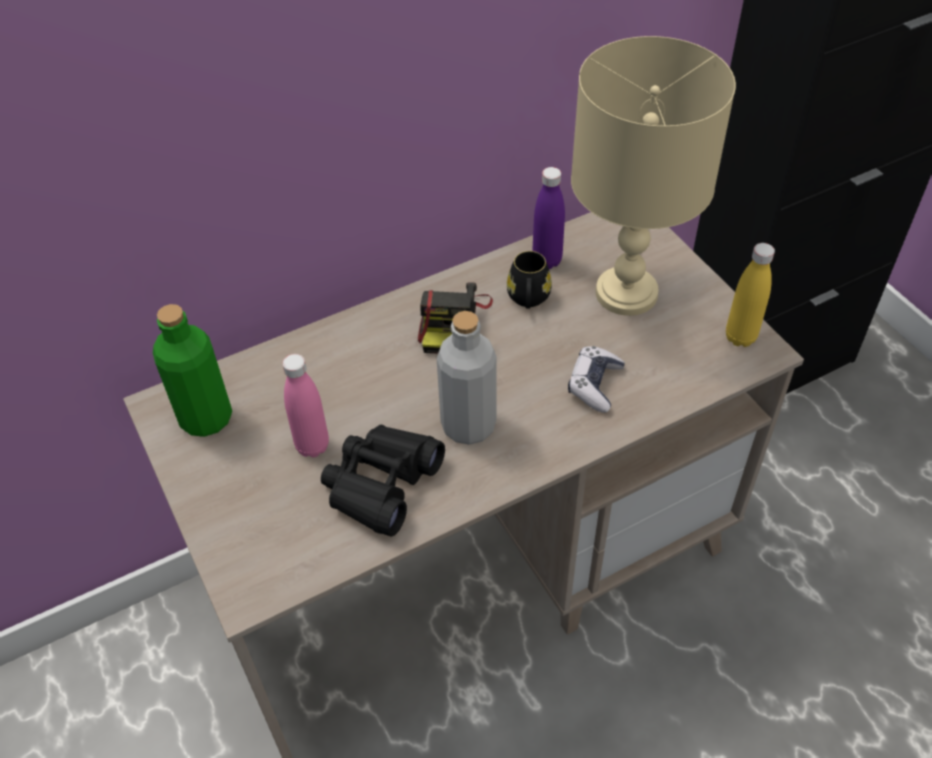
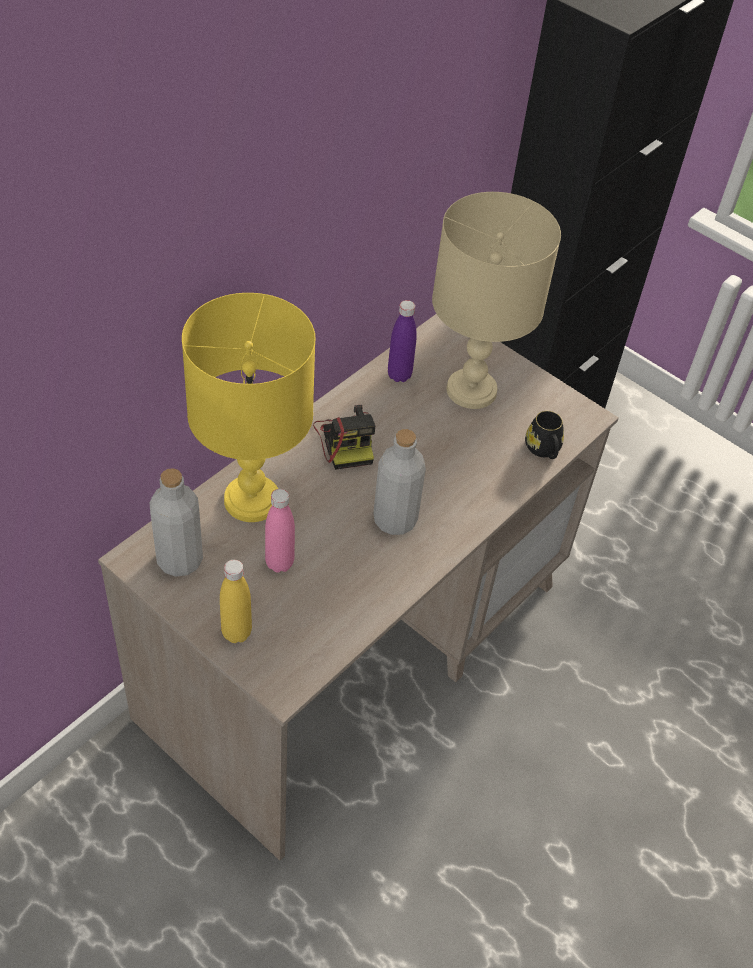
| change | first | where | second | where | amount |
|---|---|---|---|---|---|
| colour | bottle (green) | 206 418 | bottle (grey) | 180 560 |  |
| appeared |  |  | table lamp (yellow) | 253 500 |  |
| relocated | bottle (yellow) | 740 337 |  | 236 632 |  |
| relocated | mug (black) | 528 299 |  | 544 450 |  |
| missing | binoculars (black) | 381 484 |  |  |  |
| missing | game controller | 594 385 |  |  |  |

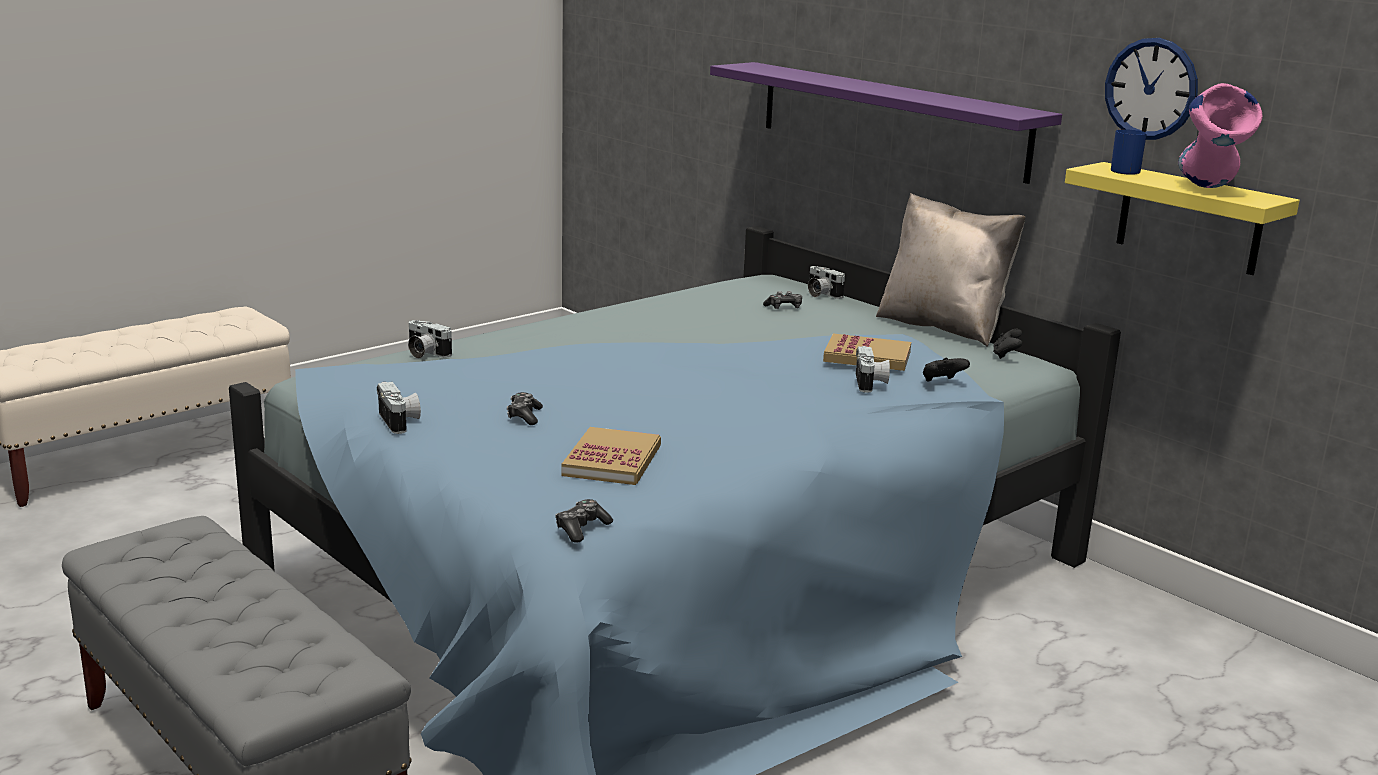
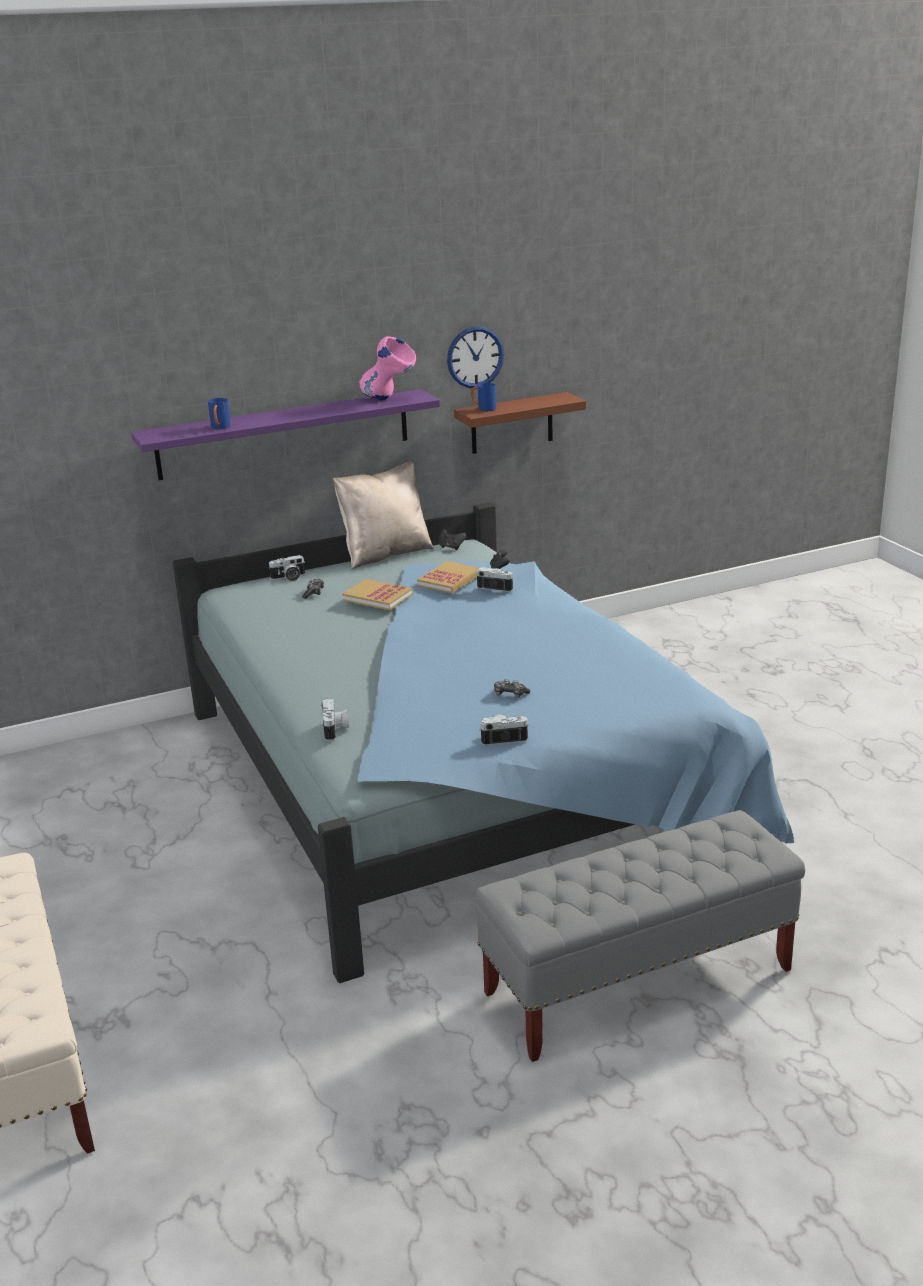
| change | first | where | second | where | amount |
|---|---|---|---|---|---|
| appeared |  |  | mug (blue) | 220 428 |  |
| spun | photo camera | 425 353 |  | 336 729 | 60 degrees counterclockwise |
| relocated | book | 612 461 |  | 378 597 |  |
| relocated | vase (pink) | 1209 189 |  | 389 400 |  |
| colour | shelf (yellow) | 1189 219 | shelf (brown) | 512 423 |  |
| missing | game controller | 582 529 |  |  |  |

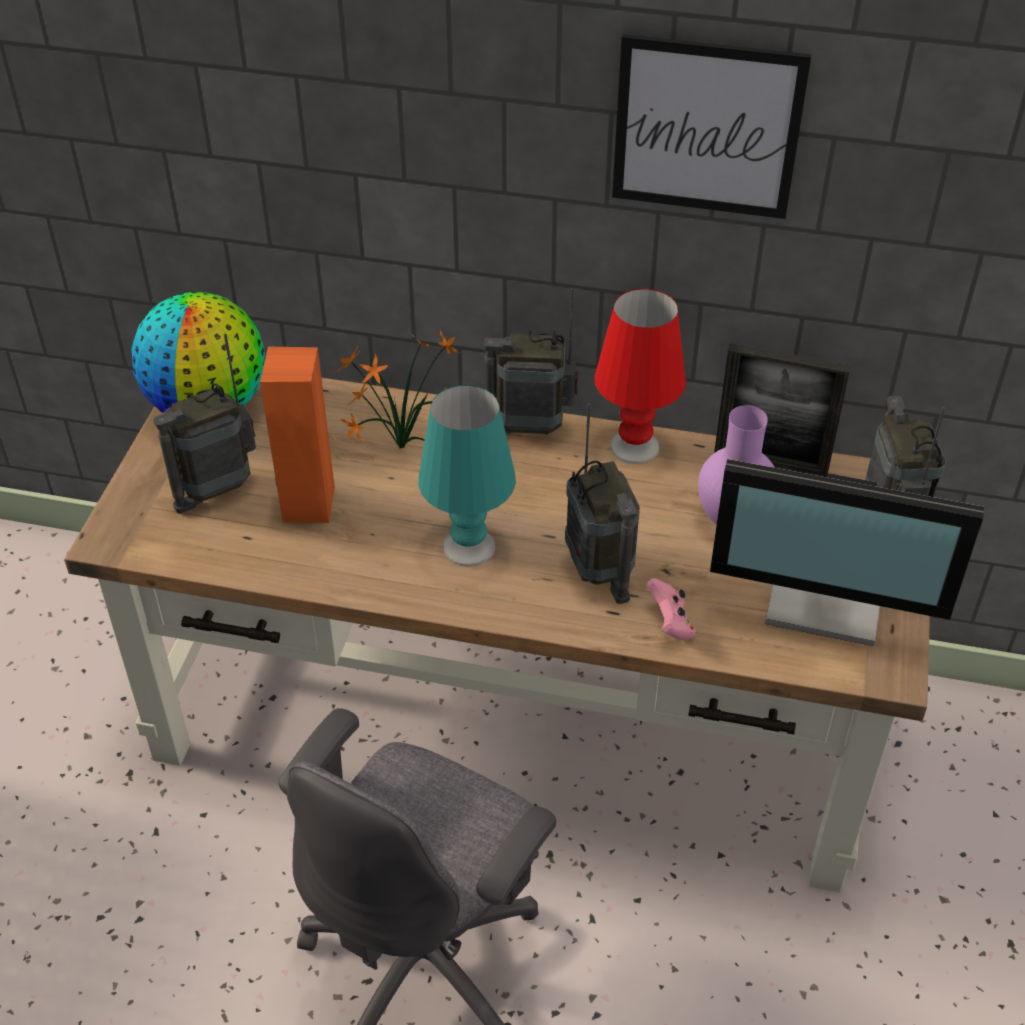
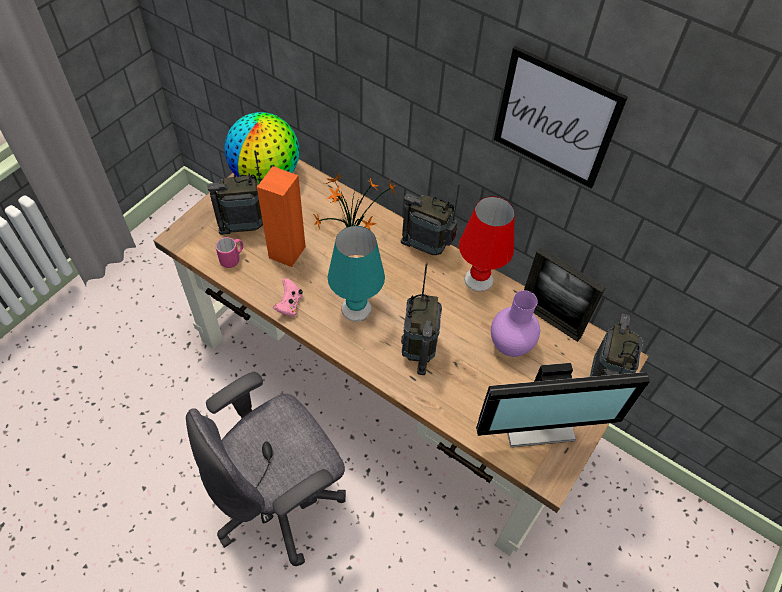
| change | first | where | second | where | amount |
|---|---|---|---|---|---|
| appeared |  |  | mug (pink) | 233 258 |  |
| relocated | game controller (pink) | 670 624 |  | 289 305 |  |
| spun | monitor | 826 600 |  | 537 417 | 45 degrees counterclockwise |

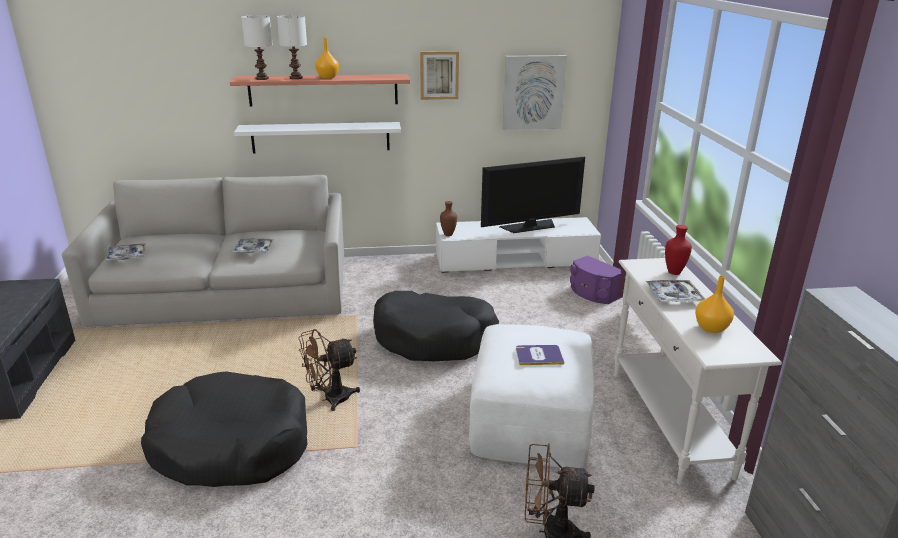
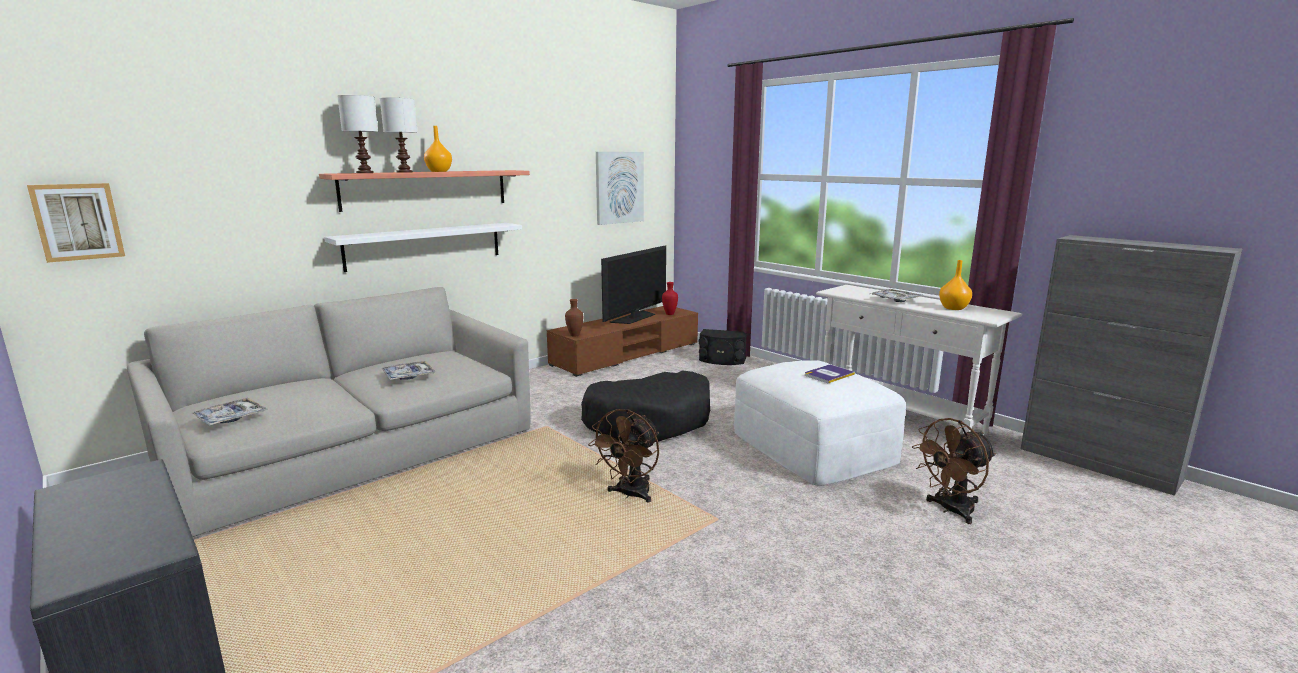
| change | first | where | second | where | amount |
|---|---|---|---|---|---|
| relocated | picture | 439 75 |  | 78 222 |  |
| colour | tv stand (white) | 515 260 | tv stand (brown) | 626 354 |  |
| relocated | vase (red) | 673 272 |  | 669 314 |  |
| colour | speaker (purple) | 593 293 | speaker (black) | 722 360 |  |
| missing | dog bed (black) | 231 445 |  |  |  |

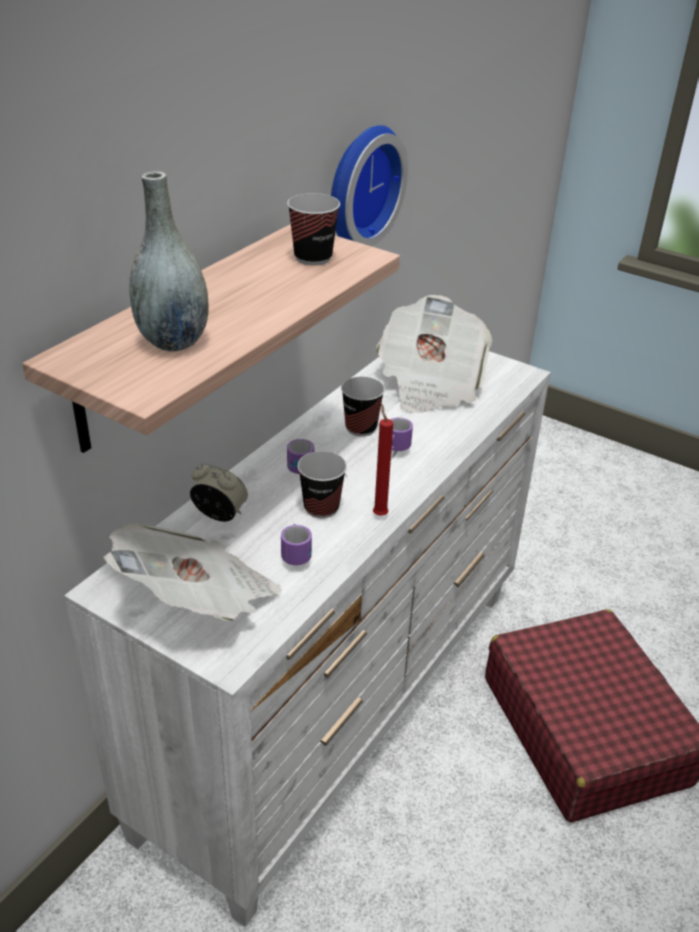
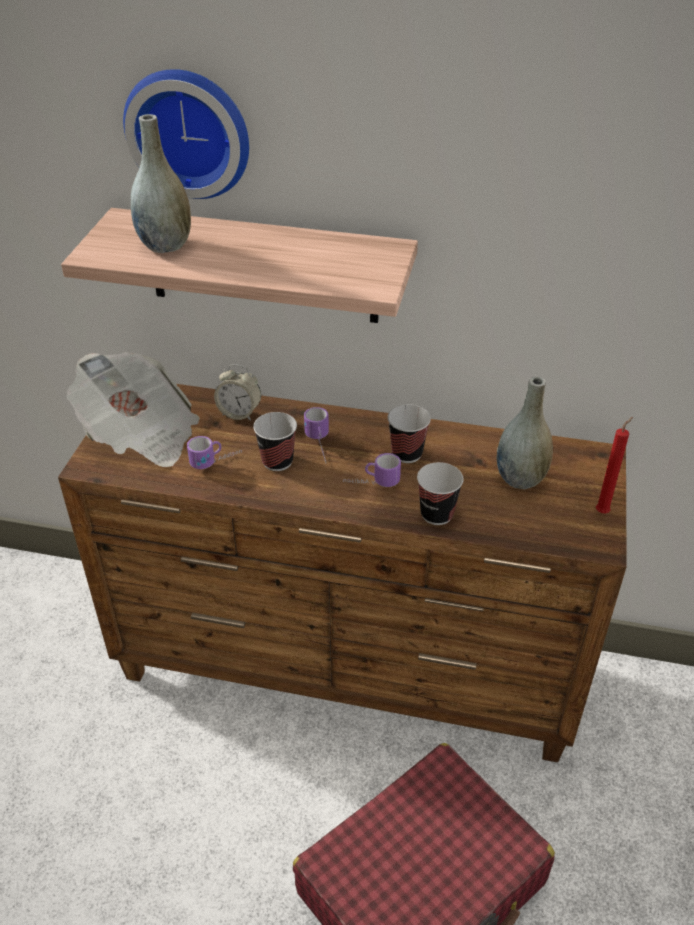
| change | first | where | second | where | amount |
|---|---|---|---|---|---|
| colour | dresser (white) | 340 704 | dresser (brown) | 348 670 |  |
| relocated | wall clock | 359 186 |  | 190 132 |  |
| spun | alarm clock | 220 515 |  | 239 413 | 105 degrees clockwise |
| relocated | cup | 313 258 |  | 436 514 |  |
| exchanged | newspaper | 430 383 | vase (grey) | 520 479 |  |
| relocated | candle (red) | 379 514 |  | 603 511 |  |

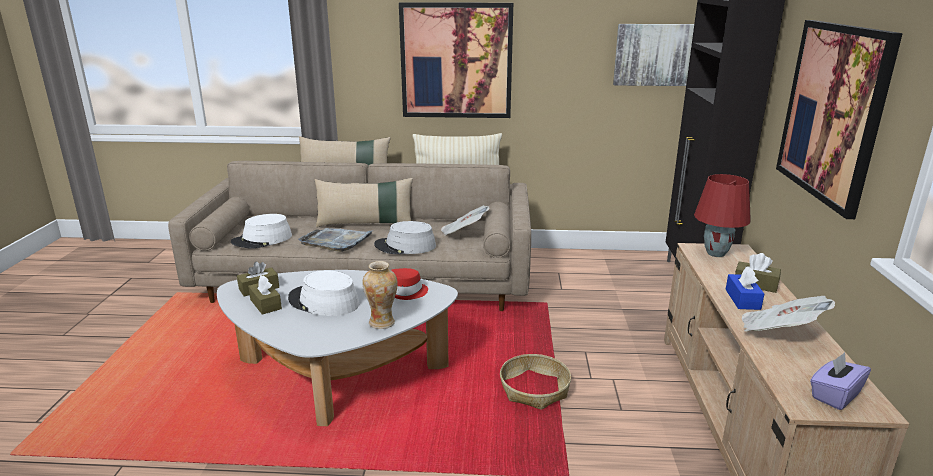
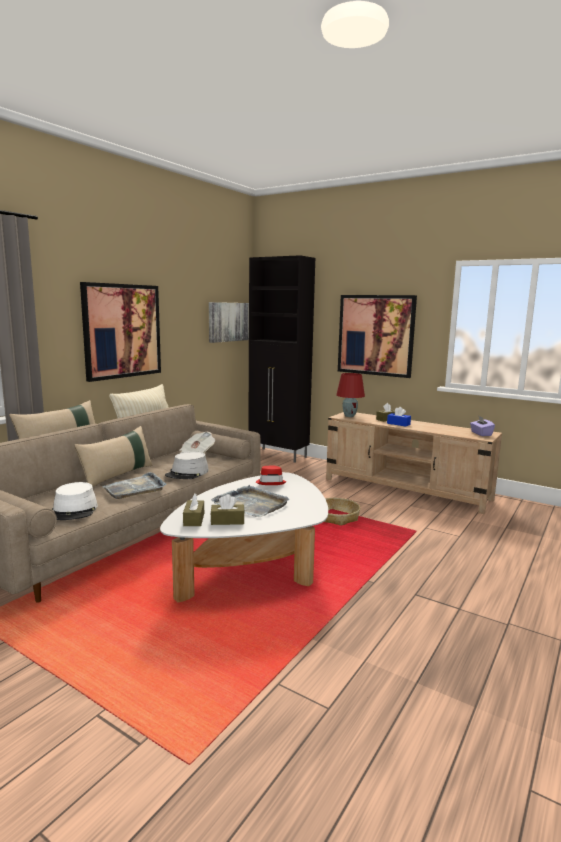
| change | first | where | second | where | amount |
|---|---|---|---|---|---|
| exchanged | hat (white) | 323 302 | tray (grey) | 251 504 |  |
| missing | vase | 382 323 |  |  |  |
| missing | newspaper | 779 332 |  |  |  |

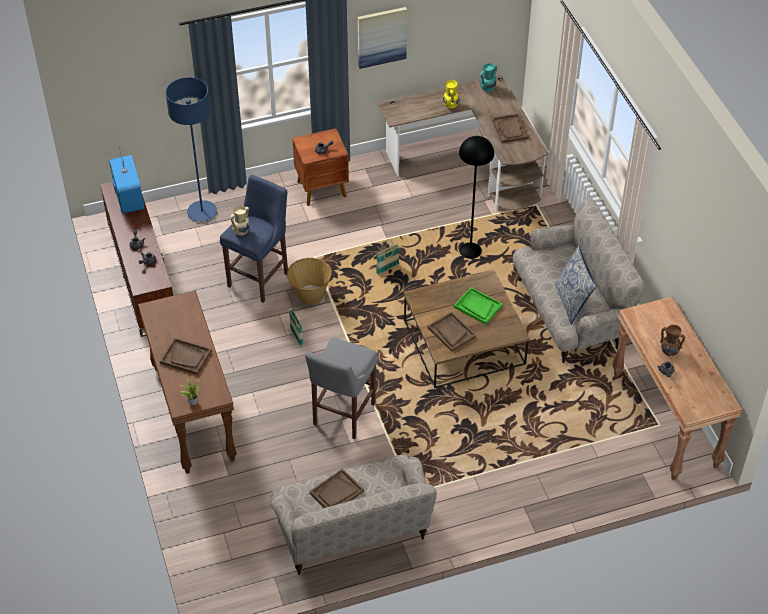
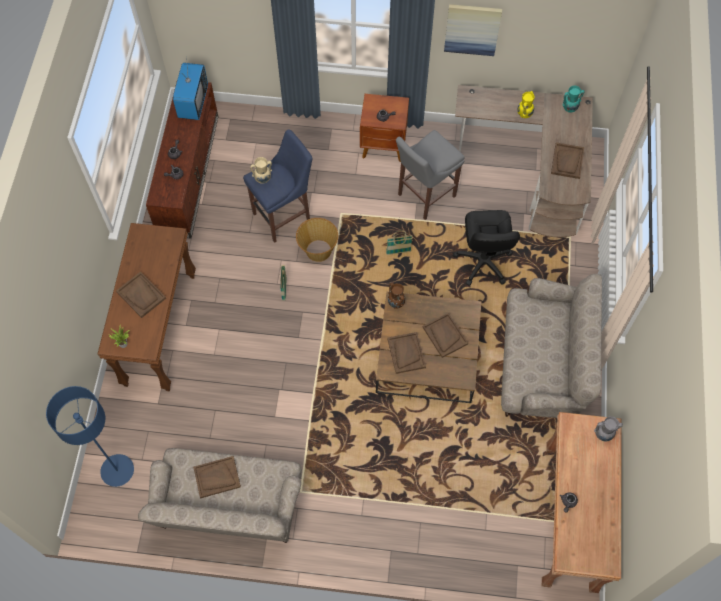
| change | first | where | second | where | amount |
|---|---|---|---|---|---|
| relocated | floor lamp (blue) | 202 212 |  | 117 470 |  |
| relocated | vase (brown) | 669 352 |  | 396 303 |  |
| relocated | stool (grey) | 342 416 |  | 424 196 |  |
| colour | tray (green) | 477 306 | tray (brown) | 444 335 |  |
| exchanged | floor lamp (black) | 470 251 | office chair (black) | 482 262 |  |
| appeared |  |  | vase (grey) | 603 435 |  |
| missing | pillow | 572 302 |  |  |  |

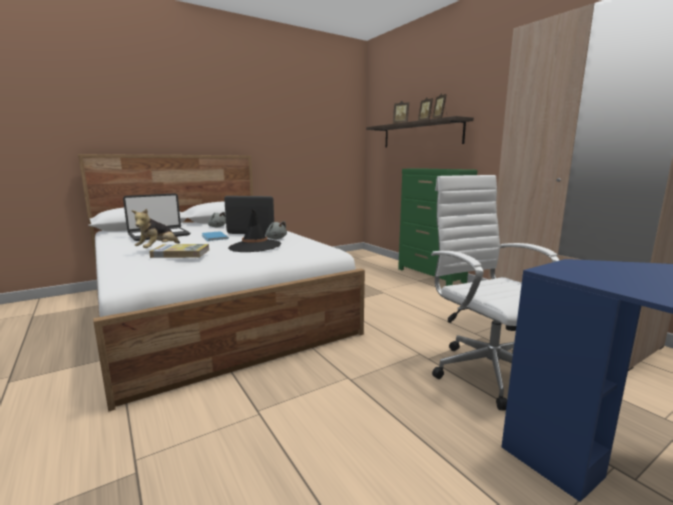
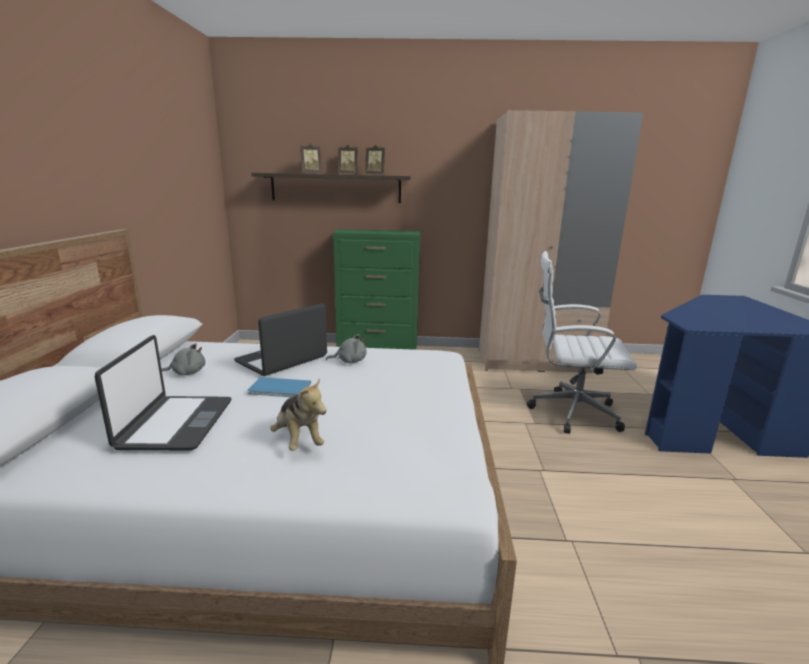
| change | first | where | second | where | amount |
|---|---|---|---|---|---|
| missing | book | 180 253 |  |  |  |
| missing | hat (black) | 255 246 |  |  |  |

